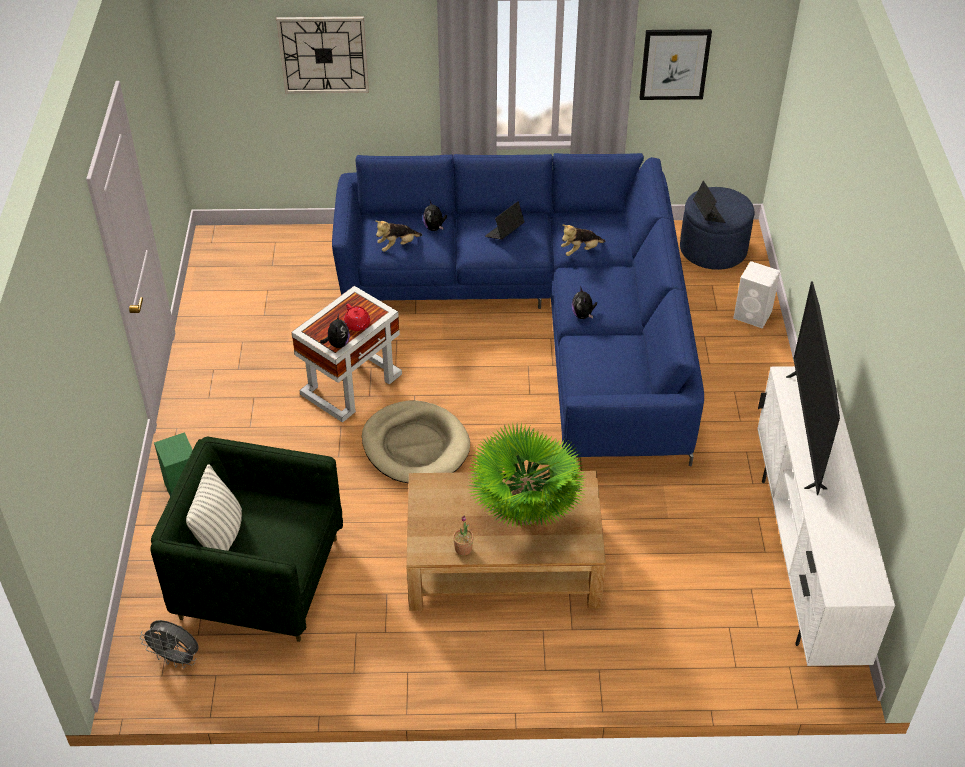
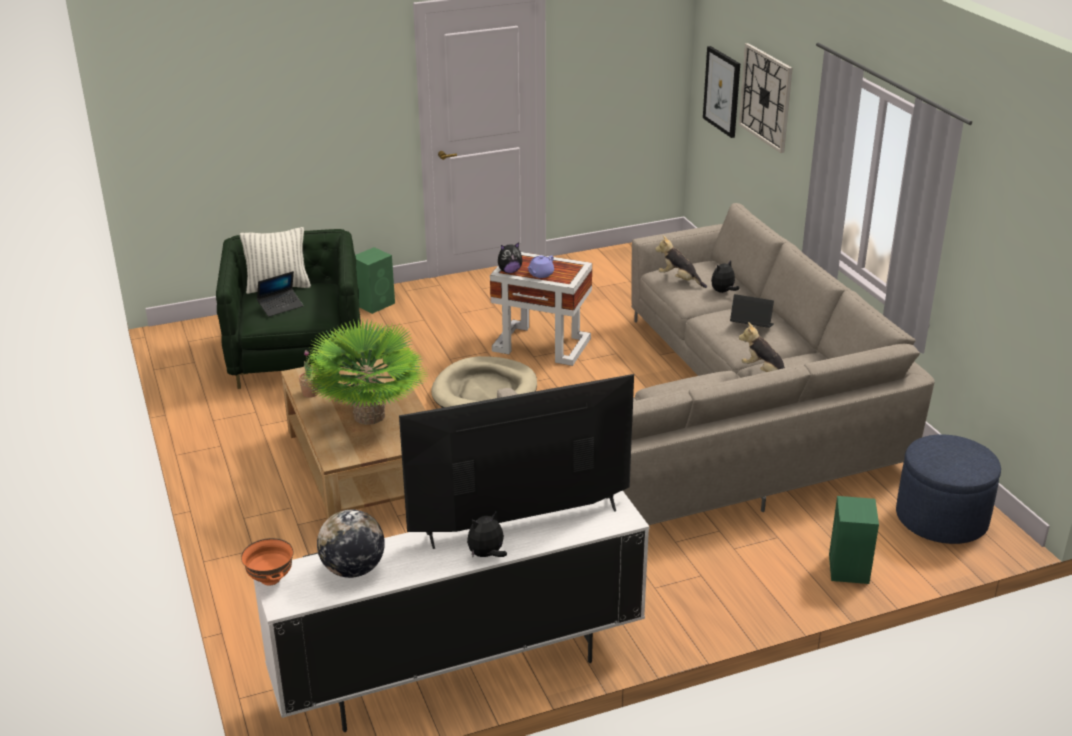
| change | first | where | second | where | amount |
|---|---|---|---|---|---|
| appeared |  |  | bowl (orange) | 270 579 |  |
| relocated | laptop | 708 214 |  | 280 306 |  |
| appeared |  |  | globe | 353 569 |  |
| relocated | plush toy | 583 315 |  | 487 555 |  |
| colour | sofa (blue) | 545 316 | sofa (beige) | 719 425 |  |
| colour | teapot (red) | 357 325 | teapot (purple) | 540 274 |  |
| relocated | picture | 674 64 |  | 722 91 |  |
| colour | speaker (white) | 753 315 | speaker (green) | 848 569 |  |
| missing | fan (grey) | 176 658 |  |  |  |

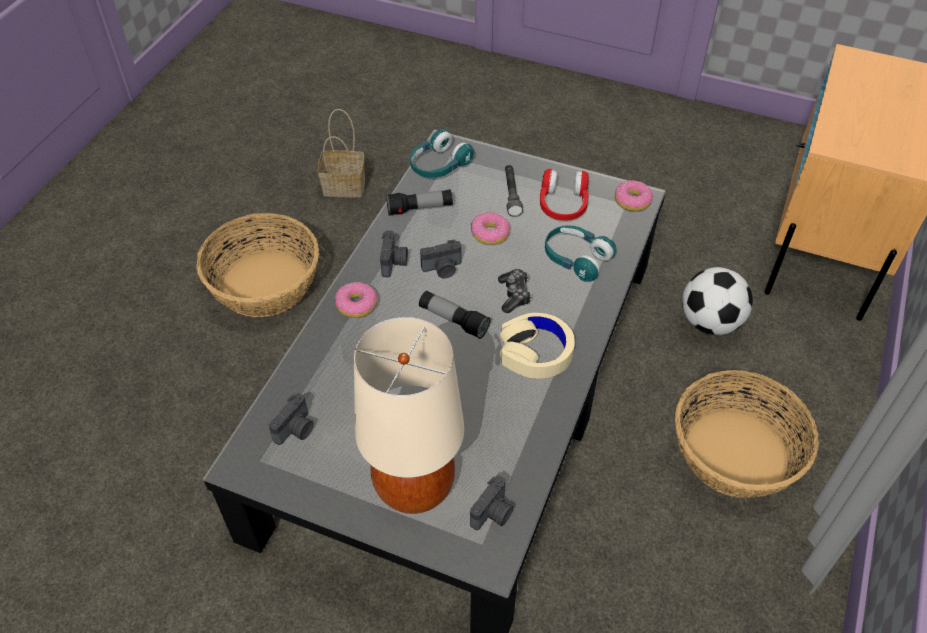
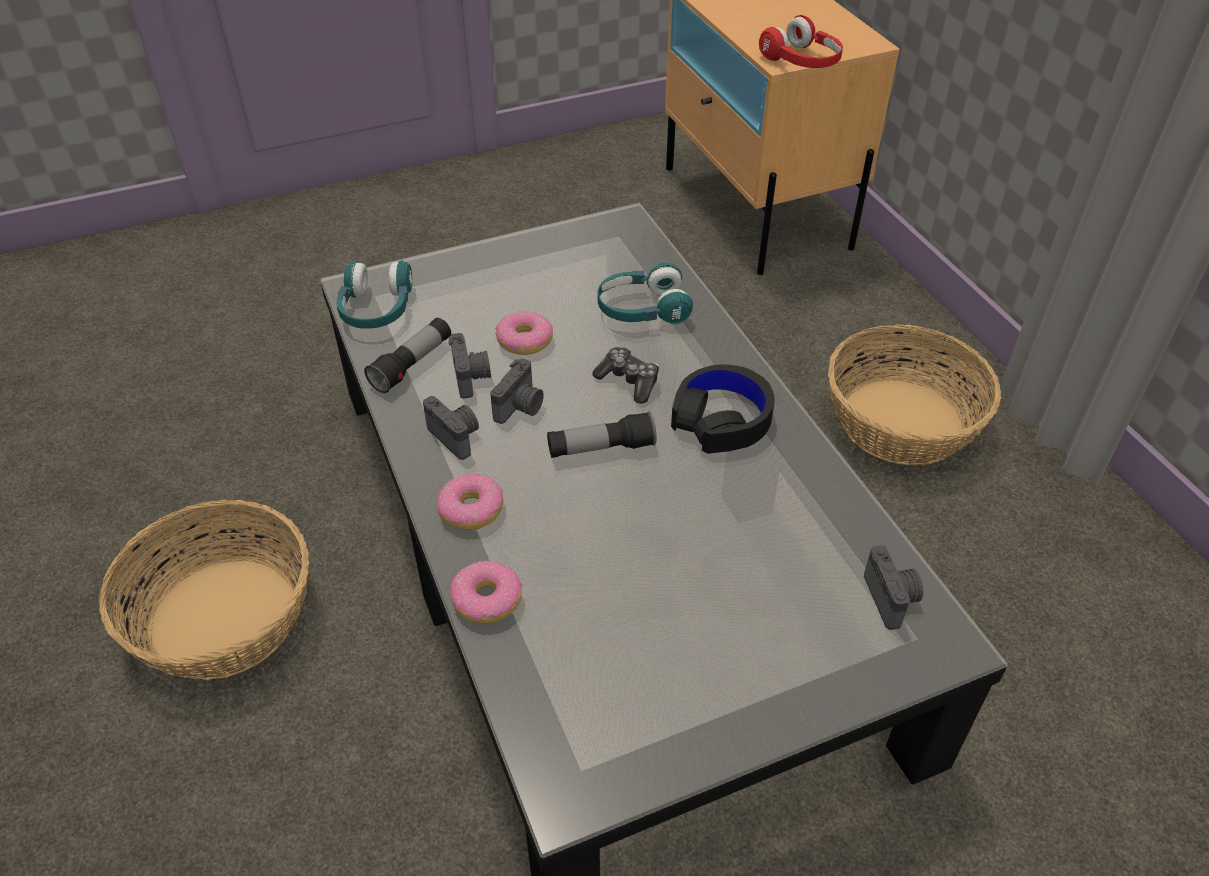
| change | first | where | second | where | amount |
|---|---|---|---|---|---|
| relocated | photo camera | 296 430 |  | 472 377 |  |
| relocated | donut | 632 201 |  | 487 600 |  |
| colour | headphones (beige) | 535 352 | headphones (black) | 721 419 |  |
| relocated | headphones (red) | 563 204 |  | 802 61 |  |
| missing | basket | 345 185 |  |  |  |
| missing | table lamp (beige) | 415 487 |  |  |  |
| missing | flashlight (grey) | 511 195 |  |  |  |
| missing | football | 710 323 |  |  |  |

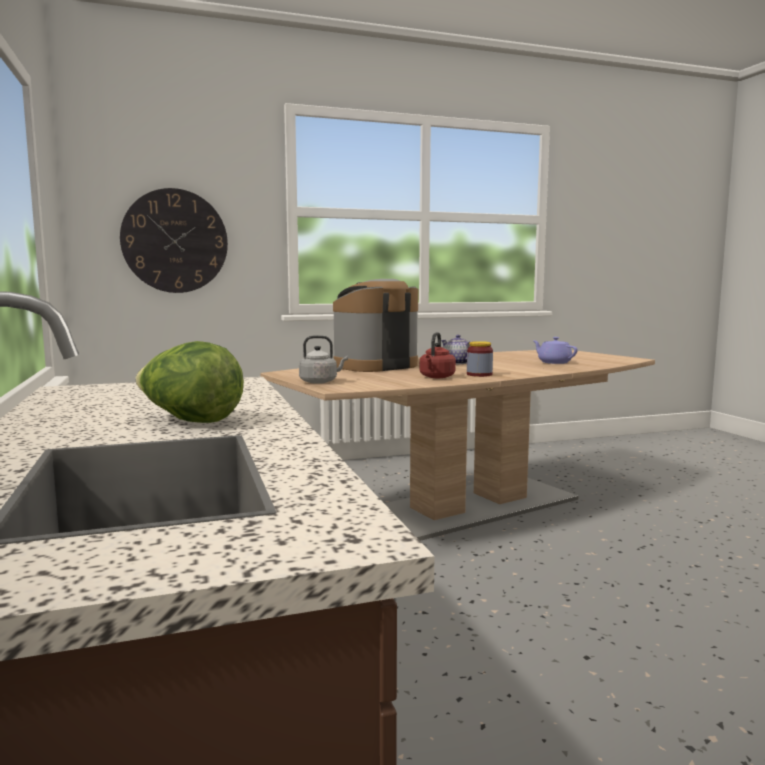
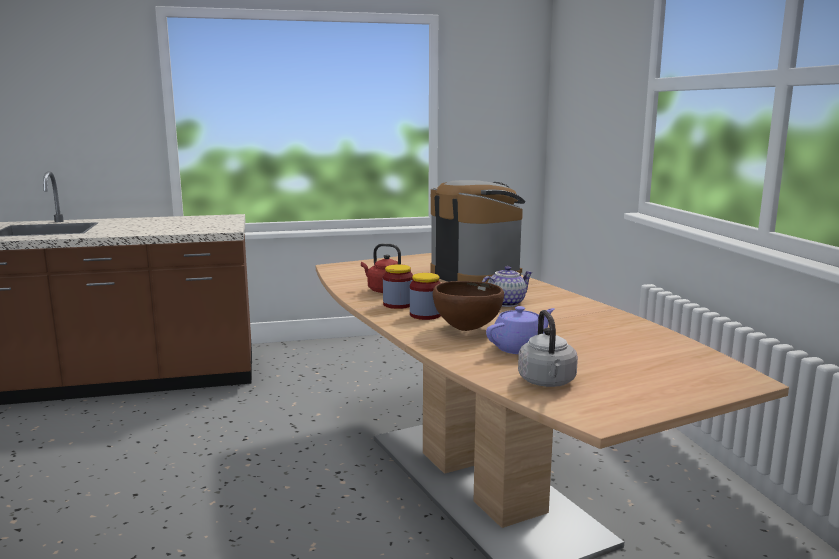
| change | first | where | second | where | amount |
|---|---|---|---|---|---|
| appeared |  |  | jar | 425 315 |  |
| appeared |  |  | bowl (brown) | 467 329 |  |
| relocated | kettle (grey) | 320 382 |  | 547 382 |  |
| missing | wall clock | 175 241 |  |  |  |
| missing | lettuce | 190 421 |  |  |  |

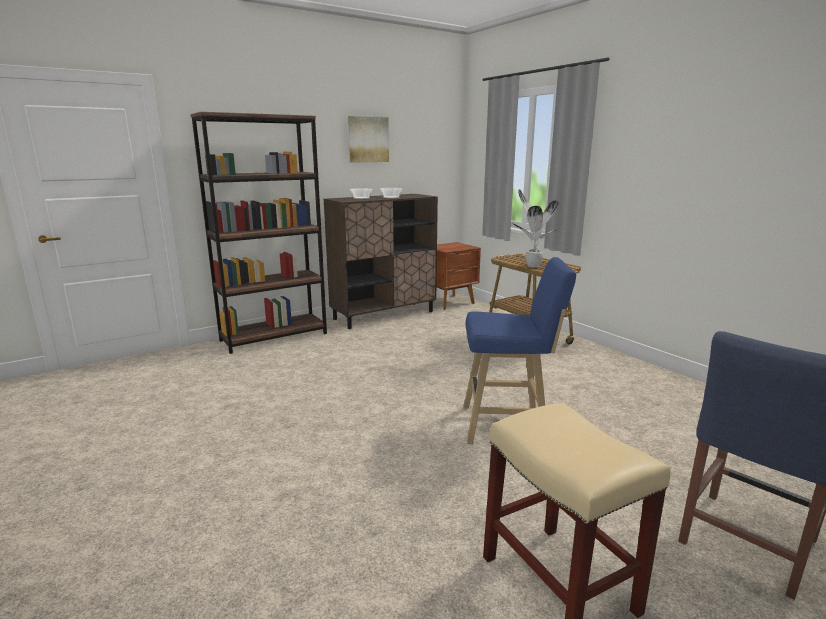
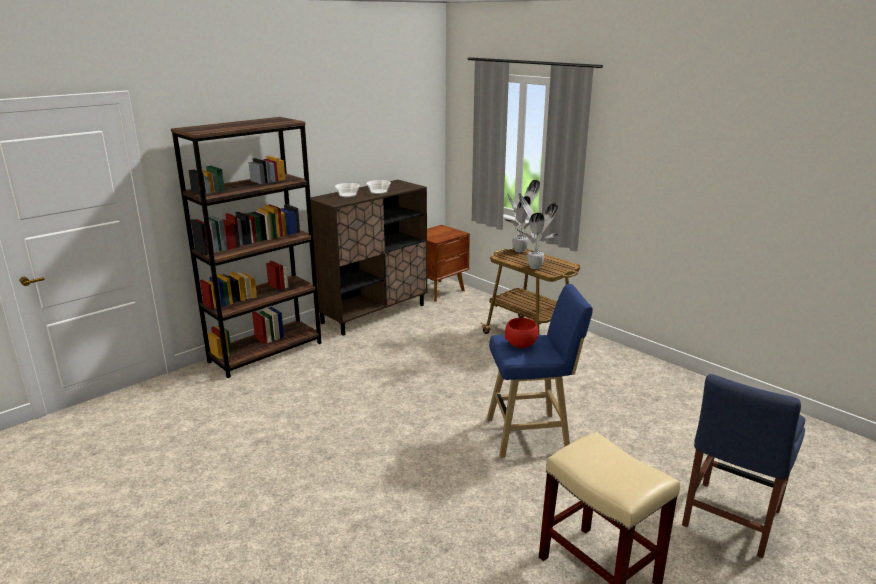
| change | first | where | second | where | amount |
|---|---|---|---|---|---|
| appeared |  |  | potted plant | 520 250 |  |
| appeared |  |  | bowl (red) | 521 345 |  |
| missing | picture | 368 139 |  |  |  |

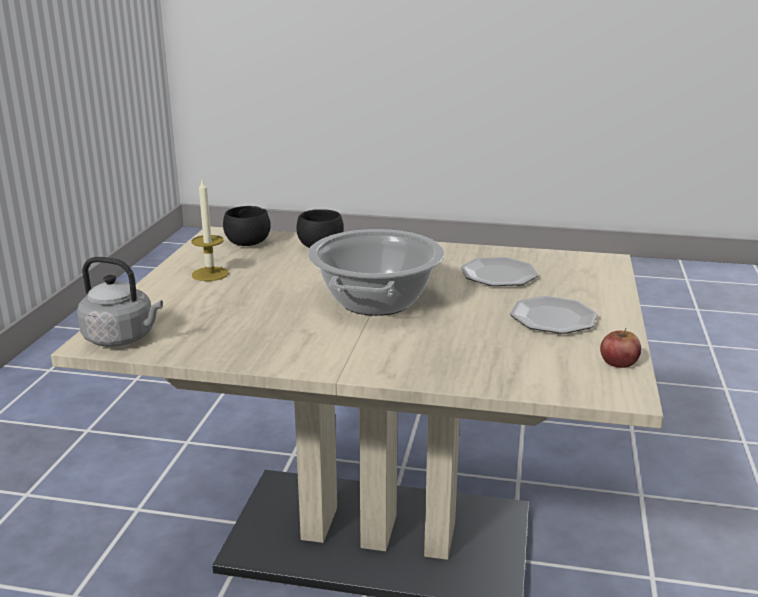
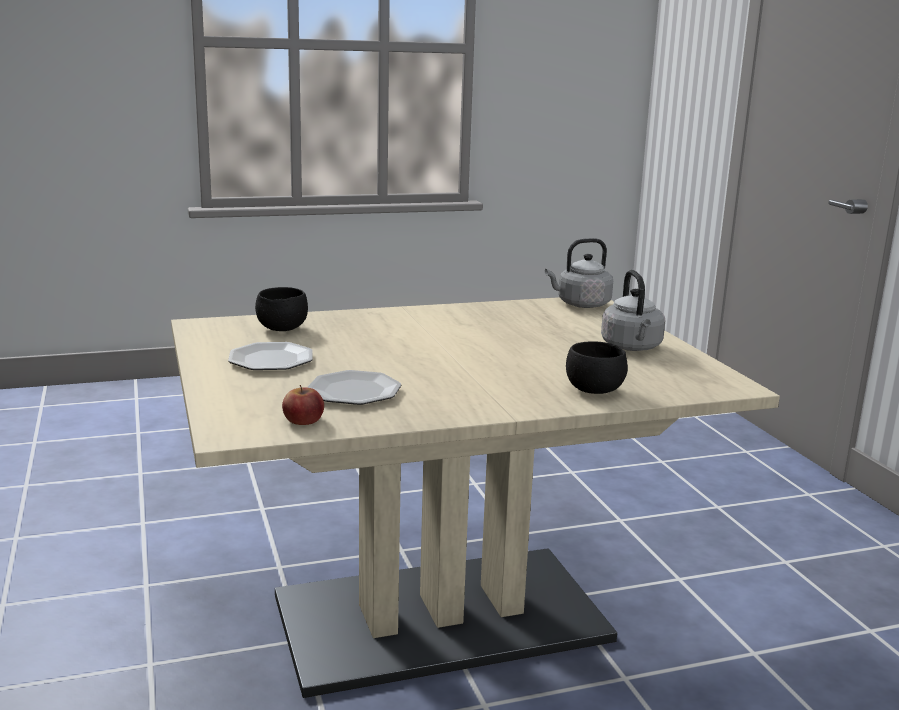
| change | first | where | second | where | amount |
|---|---|---|---|---|---|
| relocated | bowl (black) | 248 243 |  | 282 329 |  |
| relocated | apple | 619 361 |  | 303 420 |  |
| exchanged | candle | 210 274 | kettle (grey) | 632 347 |  |
| missing | cooking pot | 376 301 |  |  |  |

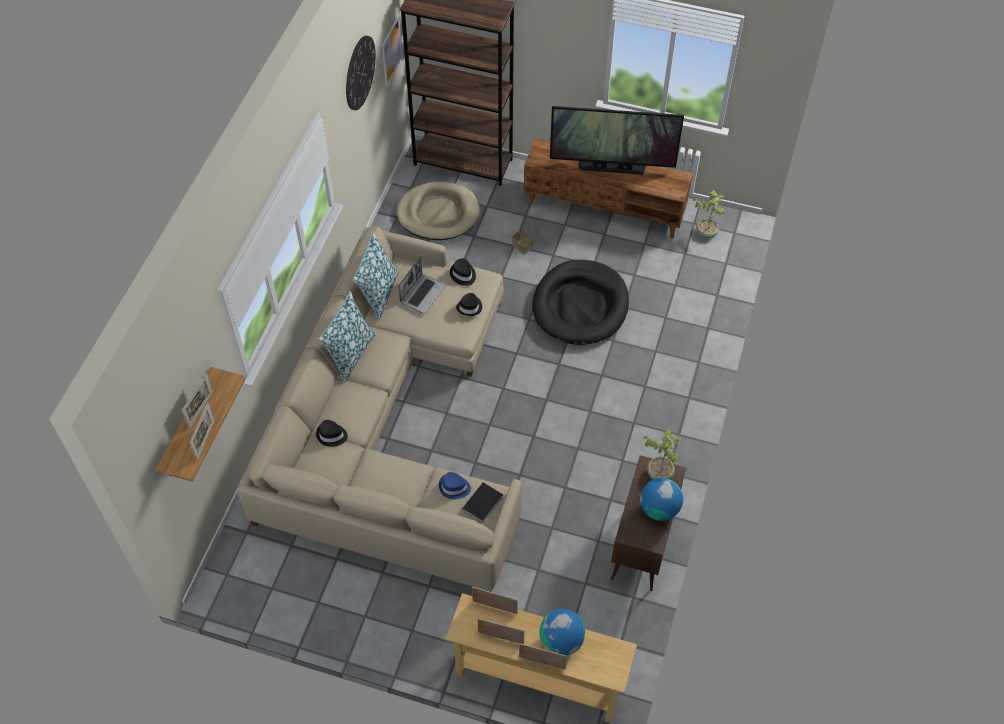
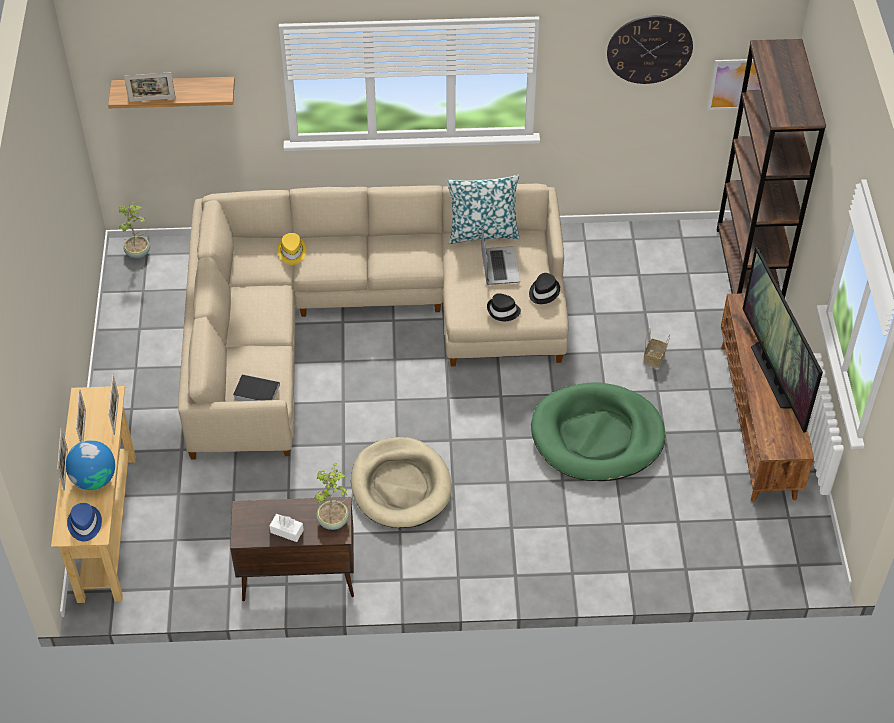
| change | first | where | second | where | amount |
|---|---|---|---|---|---|
| relocated | hat (blue) | 454 487 |  | 84 524 |  |
| relocated | potted plant | 706 232 |  | 138 252 |  |
| exchanged | globe | 659 509 | tissue box (white) | 287 531 |  |
| colour | hat (black) | 331 435 | hat (yellow) | 291 252 |  |
| relocated | dog bed (beige) | 438 214 |  | 400 486 |  |
| spun | laptop | 422 294 |  | 499 266 | 105 degrees counterclockwise |
| colour | dog bed (black) | 580 305 | dog bed (green) | 597 436 |  |
| missing | picture frame | 201 410 |  |  |  |
| missing | pillow | 350 354 |  |  |  |

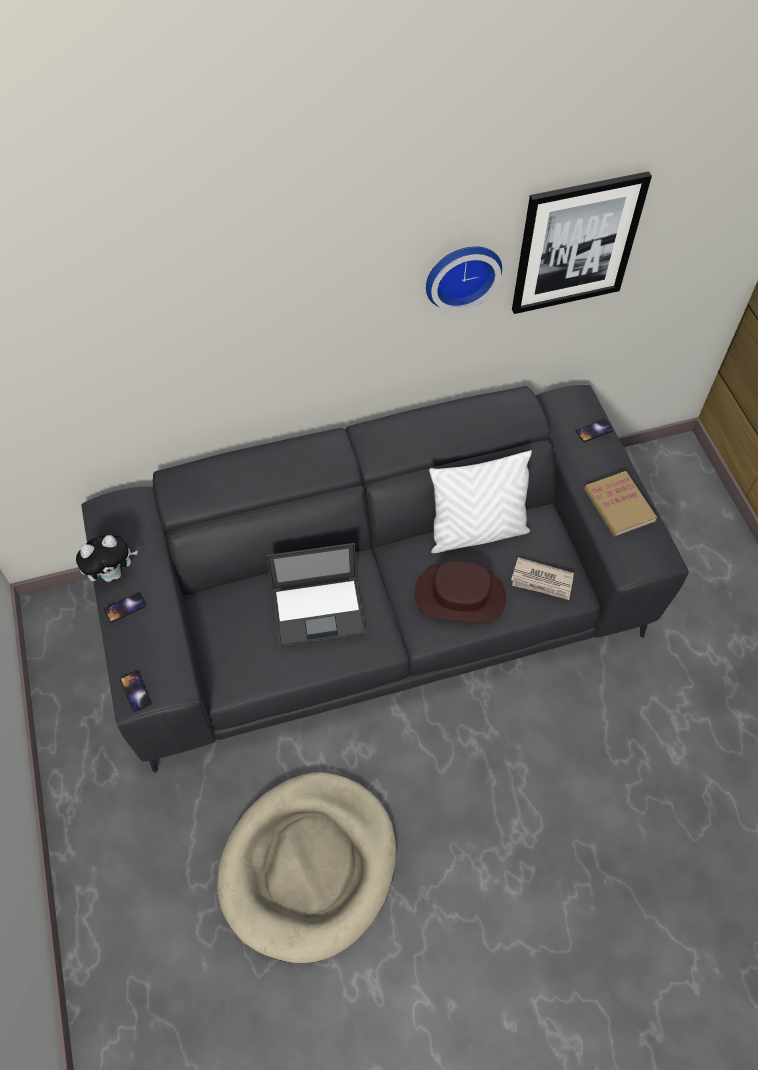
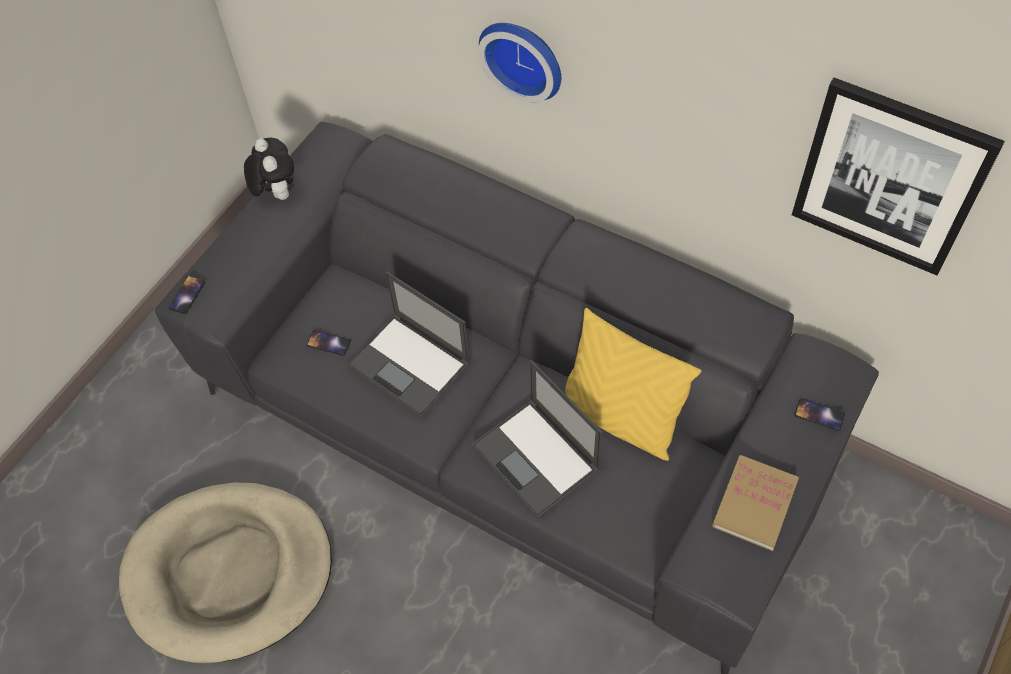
| change | first | where | second | where | amount |
|---|---|---|---|---|---|
| spun | plush toy | 113 573 |  | 276 192 | 135 degrees counterclockwise |
| relocated | phone | 125 607 |  | 329 343 |  |
| exchanged | hat (brown) | 460 595 | laptop | 537 458 |  |
| relocated | wall clock | 461 273 |  | 524 57 |  |
| colour | pillow (white) | 477 532 | pillow (yellow) | 620 418 |  |
| missing | newspaper | 542 581 |  |  |  |

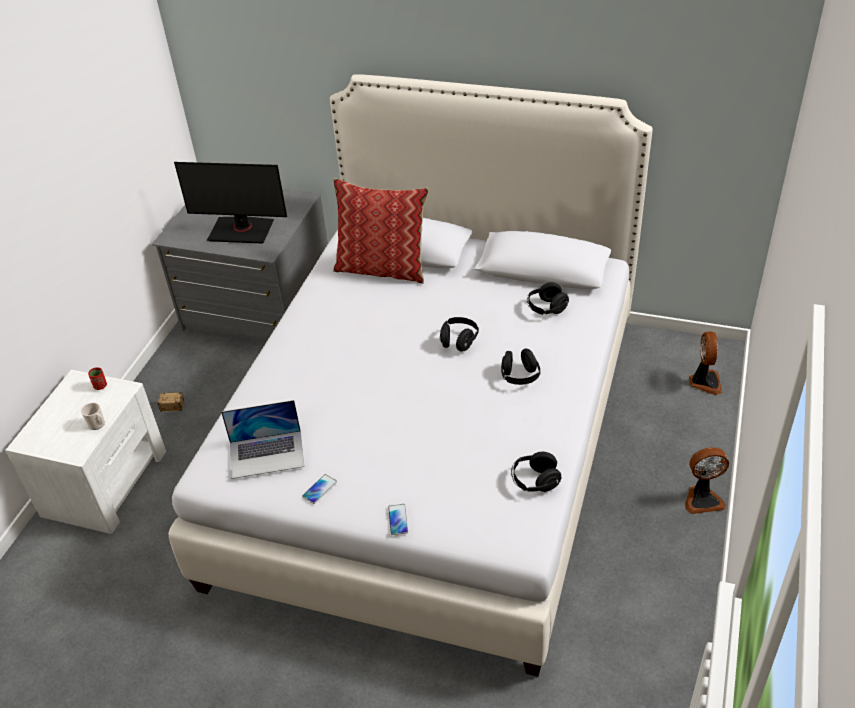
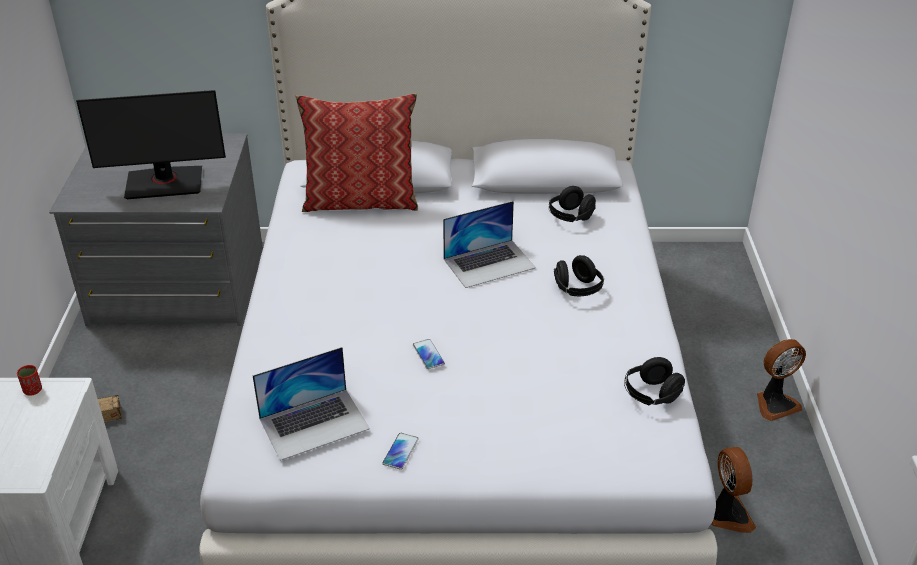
| change | first | where | second | where | amount |
|---|---|---|---|---|---|
| relocated | phone | 398 519 |  | 428 354 |  |
| exchanged | headphones (black) | 459 341 | laptop | 489 263 |  |
| relocated | fan | 704 382 |  | 727 515 |  |
| missing | mug | 98 424 |  |  |  |

